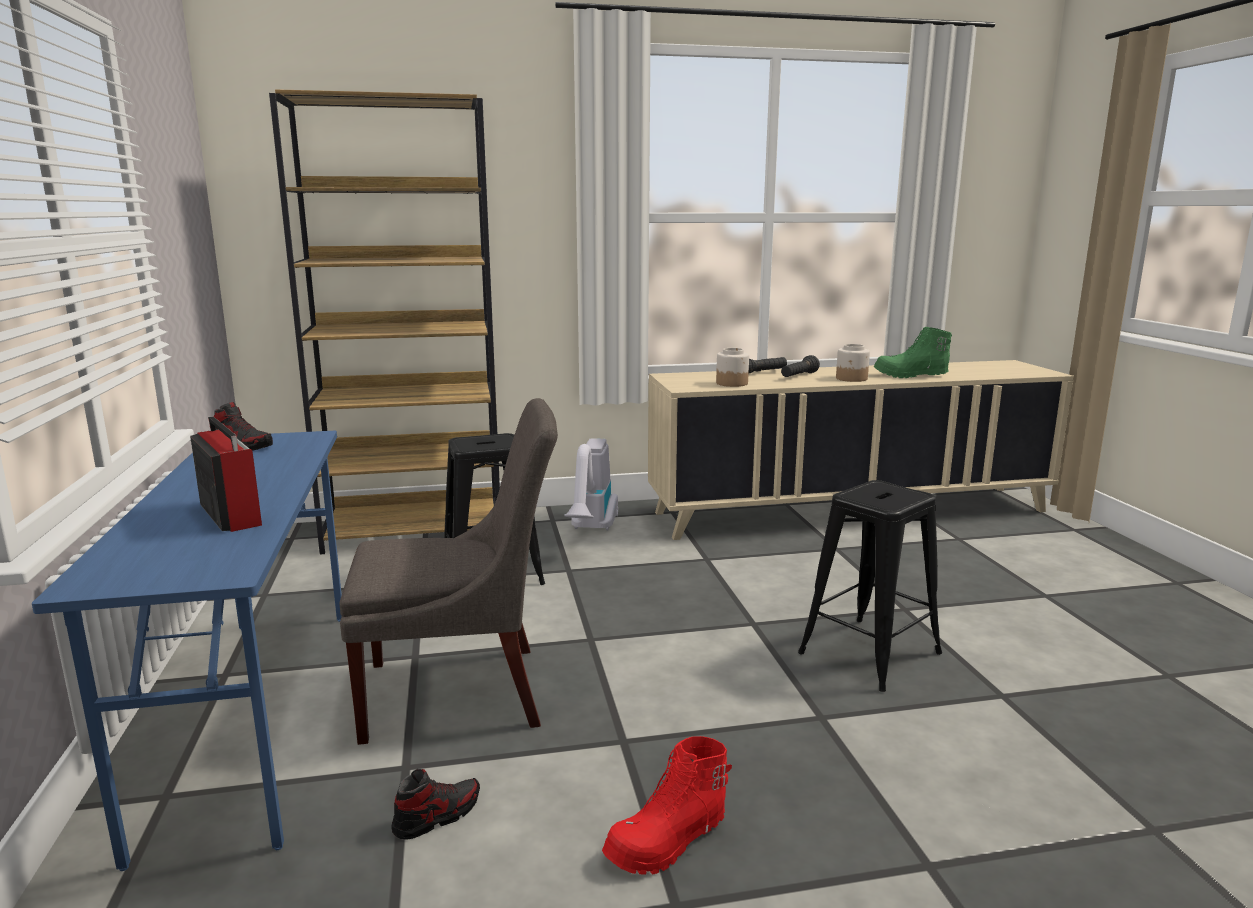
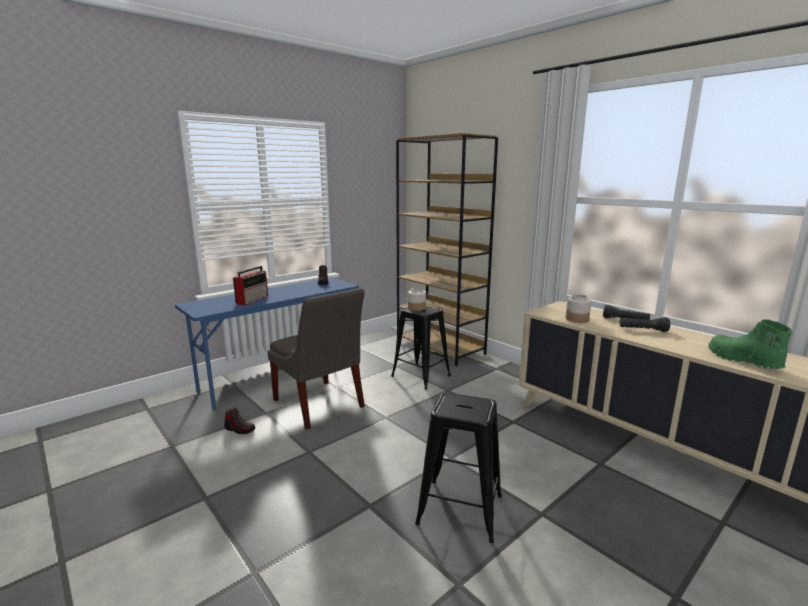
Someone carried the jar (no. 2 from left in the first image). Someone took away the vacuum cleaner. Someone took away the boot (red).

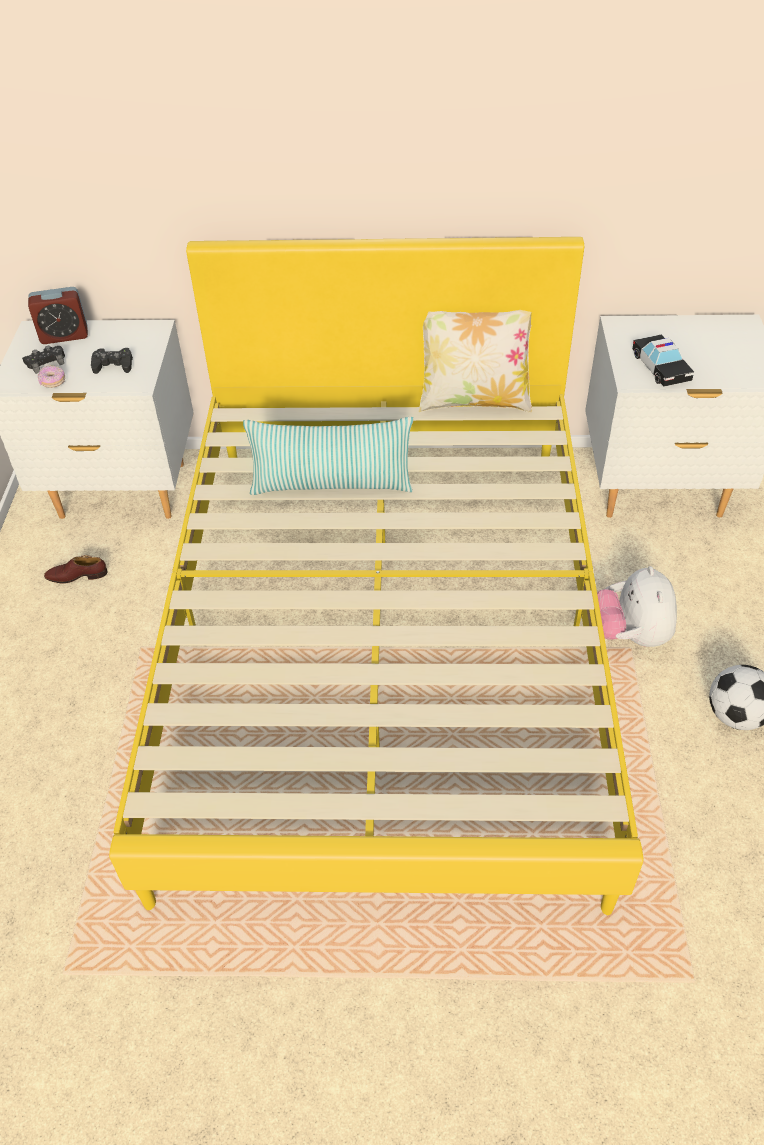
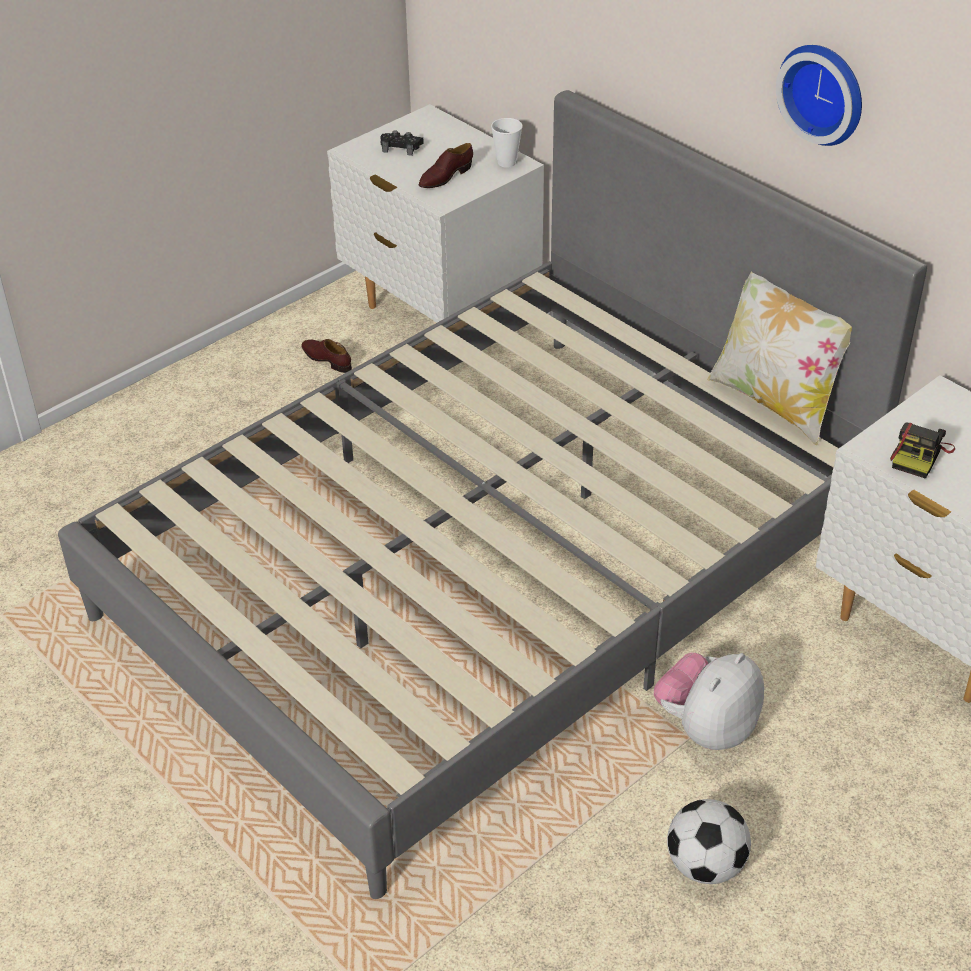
Someone repainted the bed (yellow), which became the bed (grey). Someone swapped the game controller (black) (no. 2 from left) for the shoe (brown) (no. 2 from left). Someone put down the cup. Someone put up the wall clock. Someone swapped the toy car for the photo camera. Someone took away the alarm clock. Someone took away the donut. Someone took away the pillow (no. 1 from left).

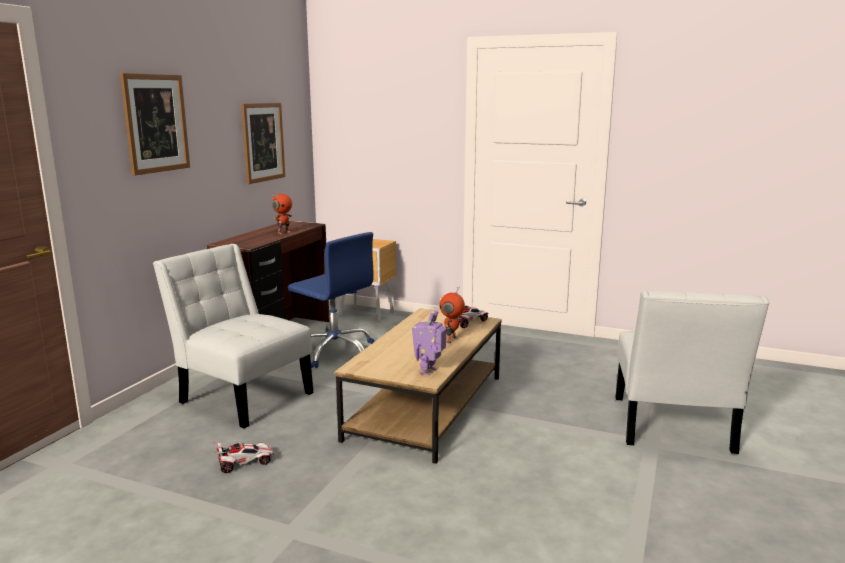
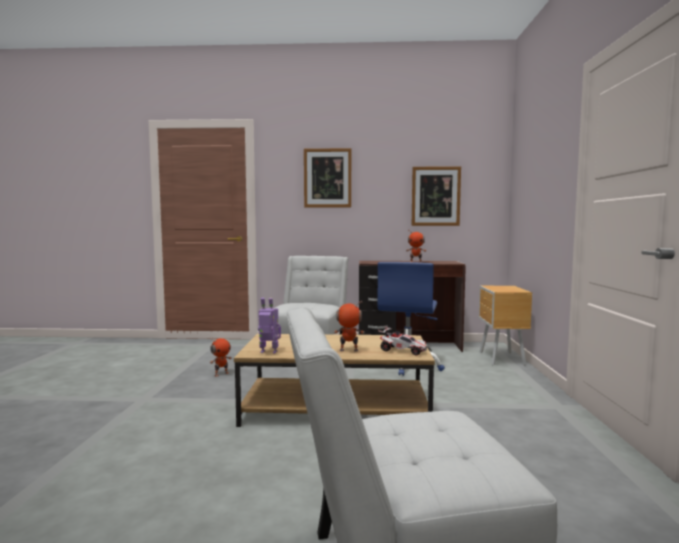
Someone swapped the toy car (no. 1 from left) for the toy robot (no. 1 from left).

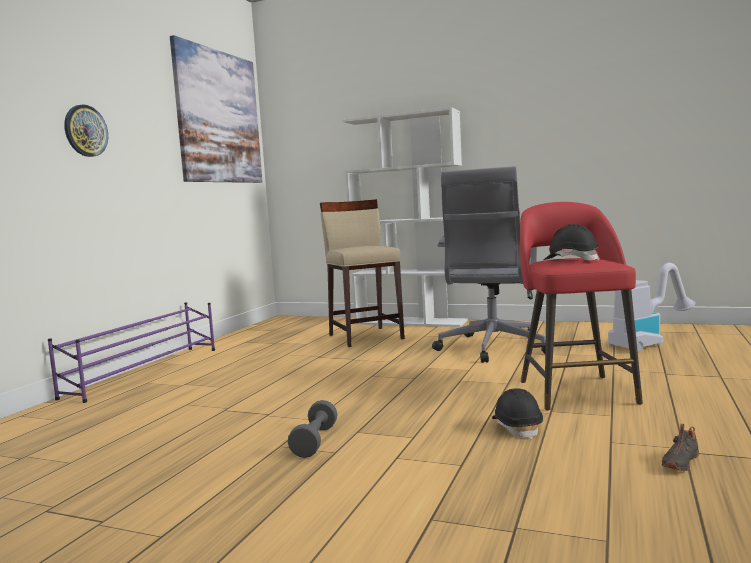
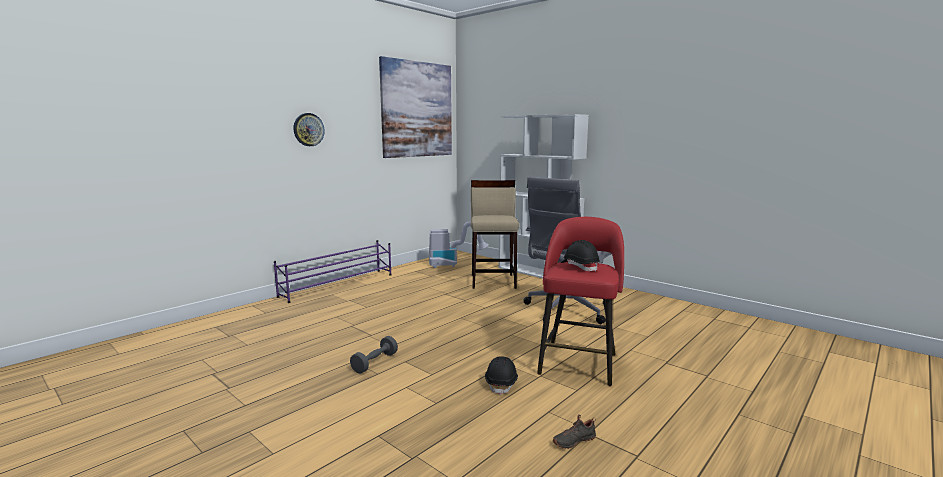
Someone carried the vacuum cleaner.

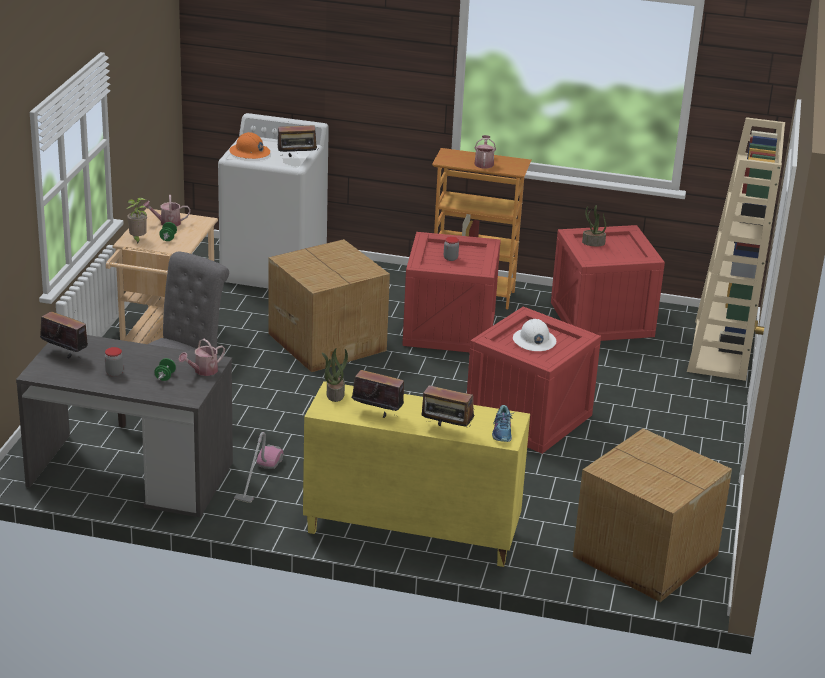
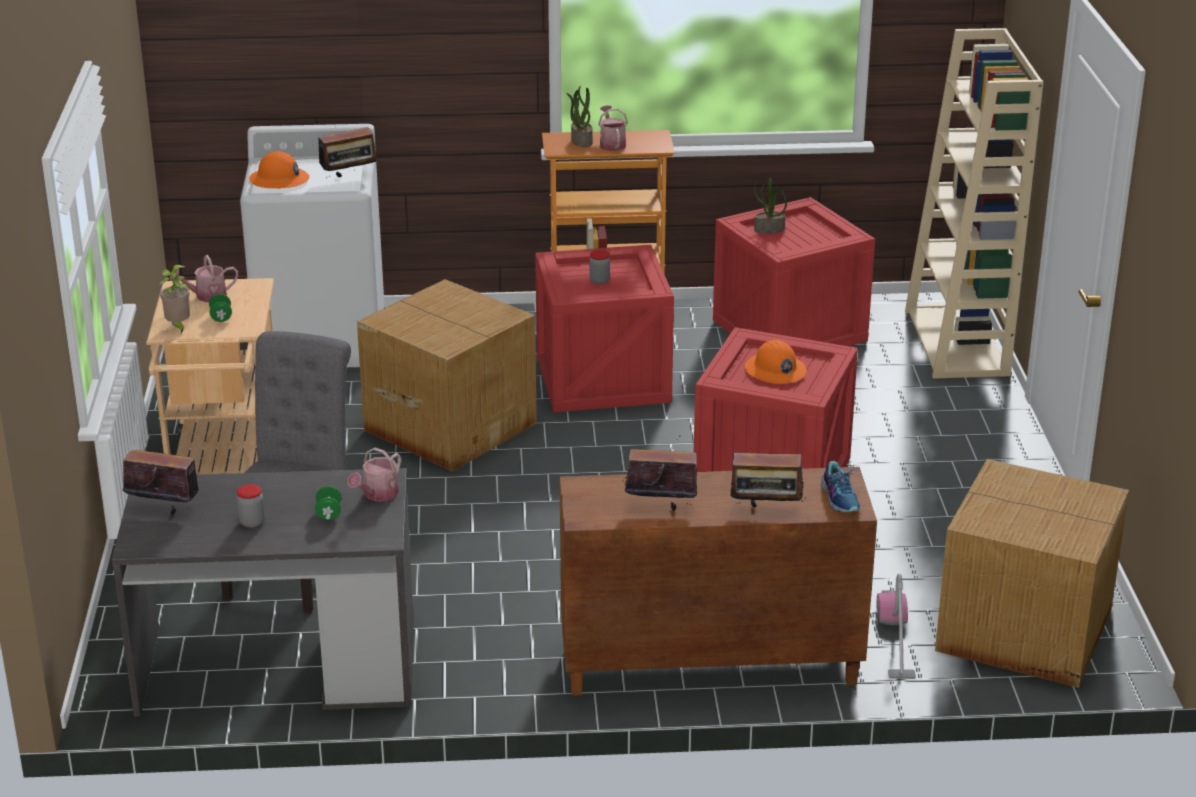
Someone repainted the cabinet (yellow), which became the cabinet (brown). Someone carried the potted plant (no. 2 from left). Someone repainted the hard hat (white), which became the hard hat (orange) (no. 2 from left). Someone carried the vacuum cleaner.

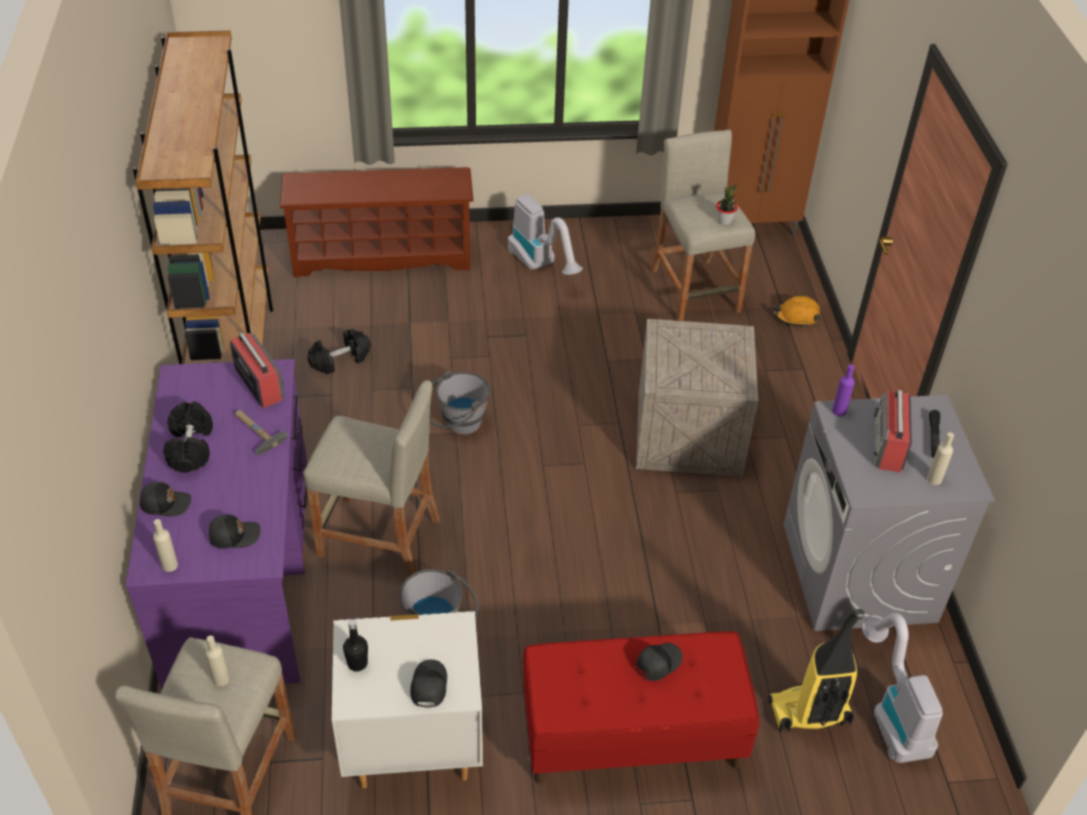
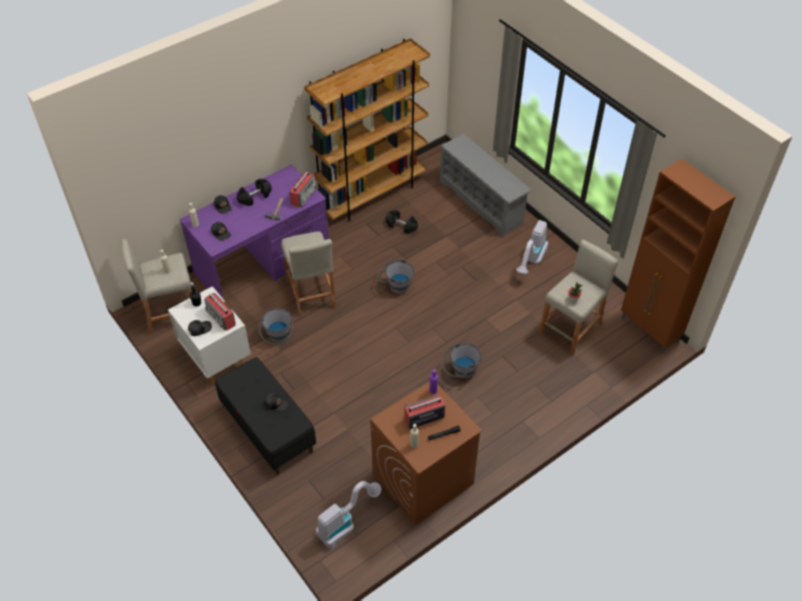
Someone put down the radio (no. 1 from left). Someone repainted the bench (red), which became the bench (black). Someone repainted the washing machine (grey), which became the washing machine (brown). Someone repainted the shoe rack (brown), which became the shoe rack (grey). Someone swapped the crate for the bucket (grey) (no. 3 from left). Someone took away the vacuum cleaner (no. 2 from left). Someone took away the hard hat (orange).

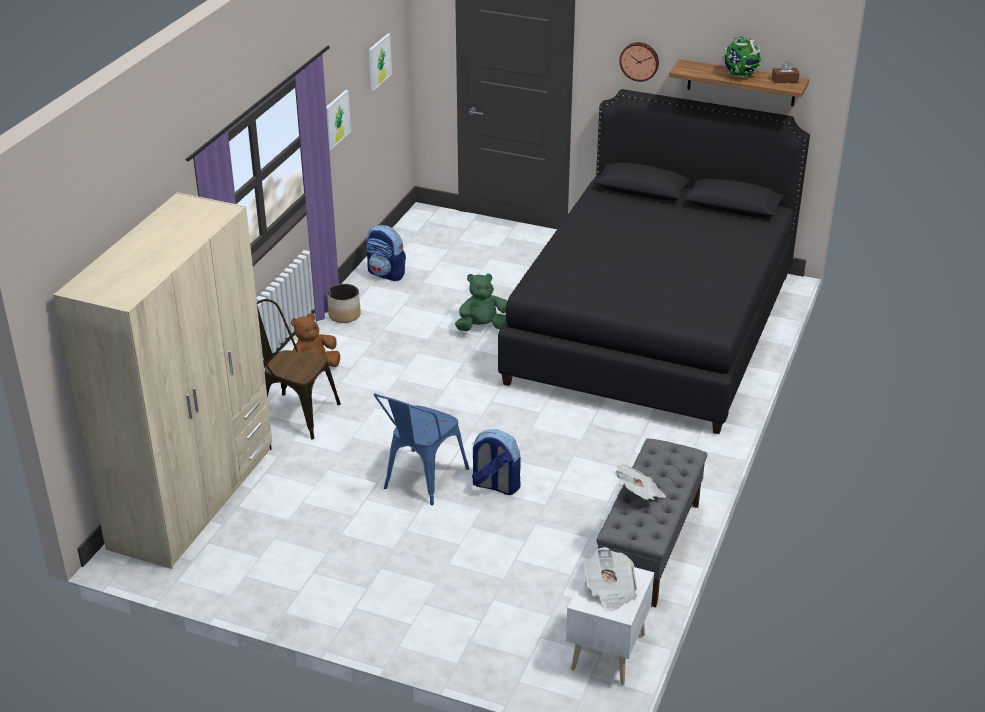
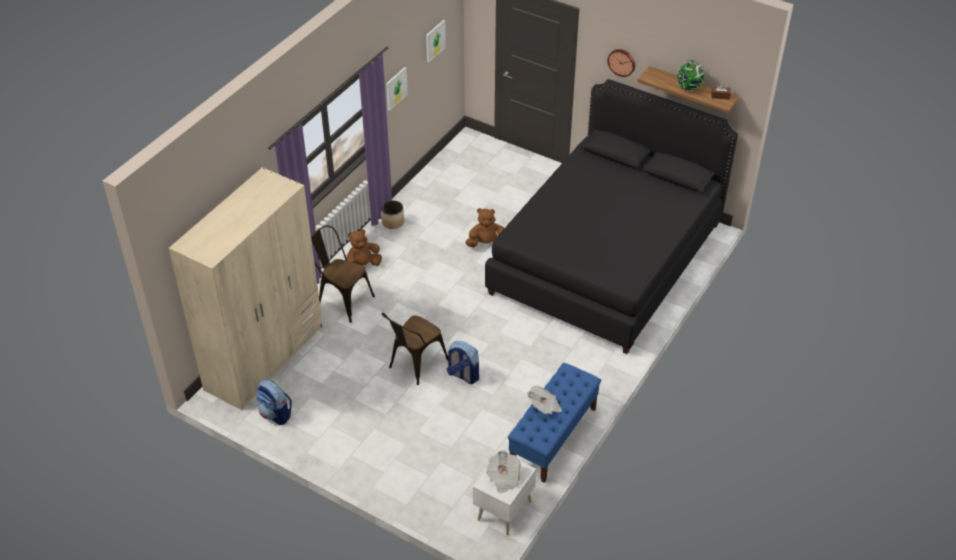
Someone carried the backpack (no. 1 from left). Someone repainted the chair (blue), which became the chair (brown) (no. 2 from left). Someone repainted the plush toy (green), which became the plush toy (brown) (no. 2 from left). Someone repainted the bench (grey), which became the bench (blue).

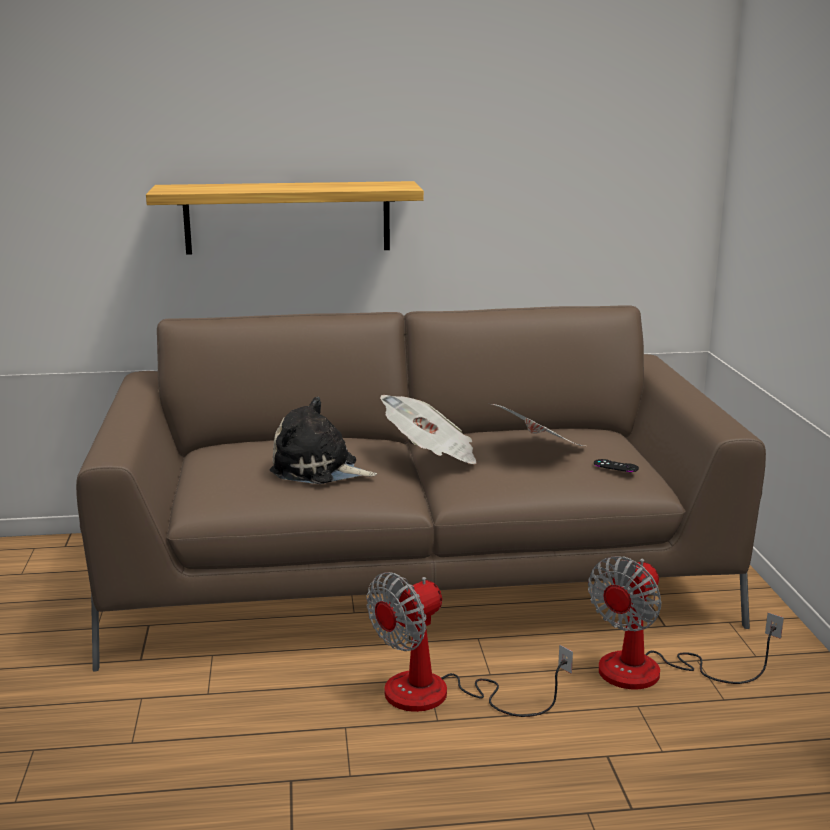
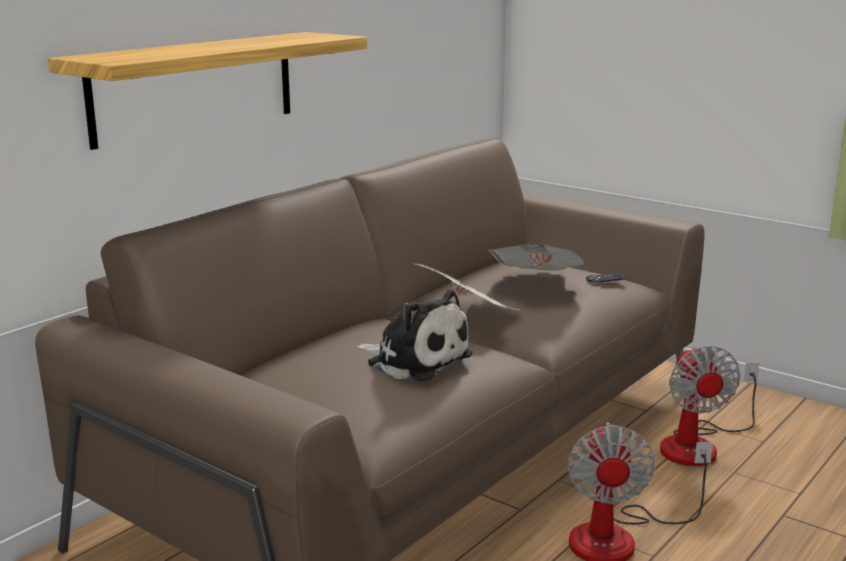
Someone rotated the plush toy by 120 degrees counterclockwise.

